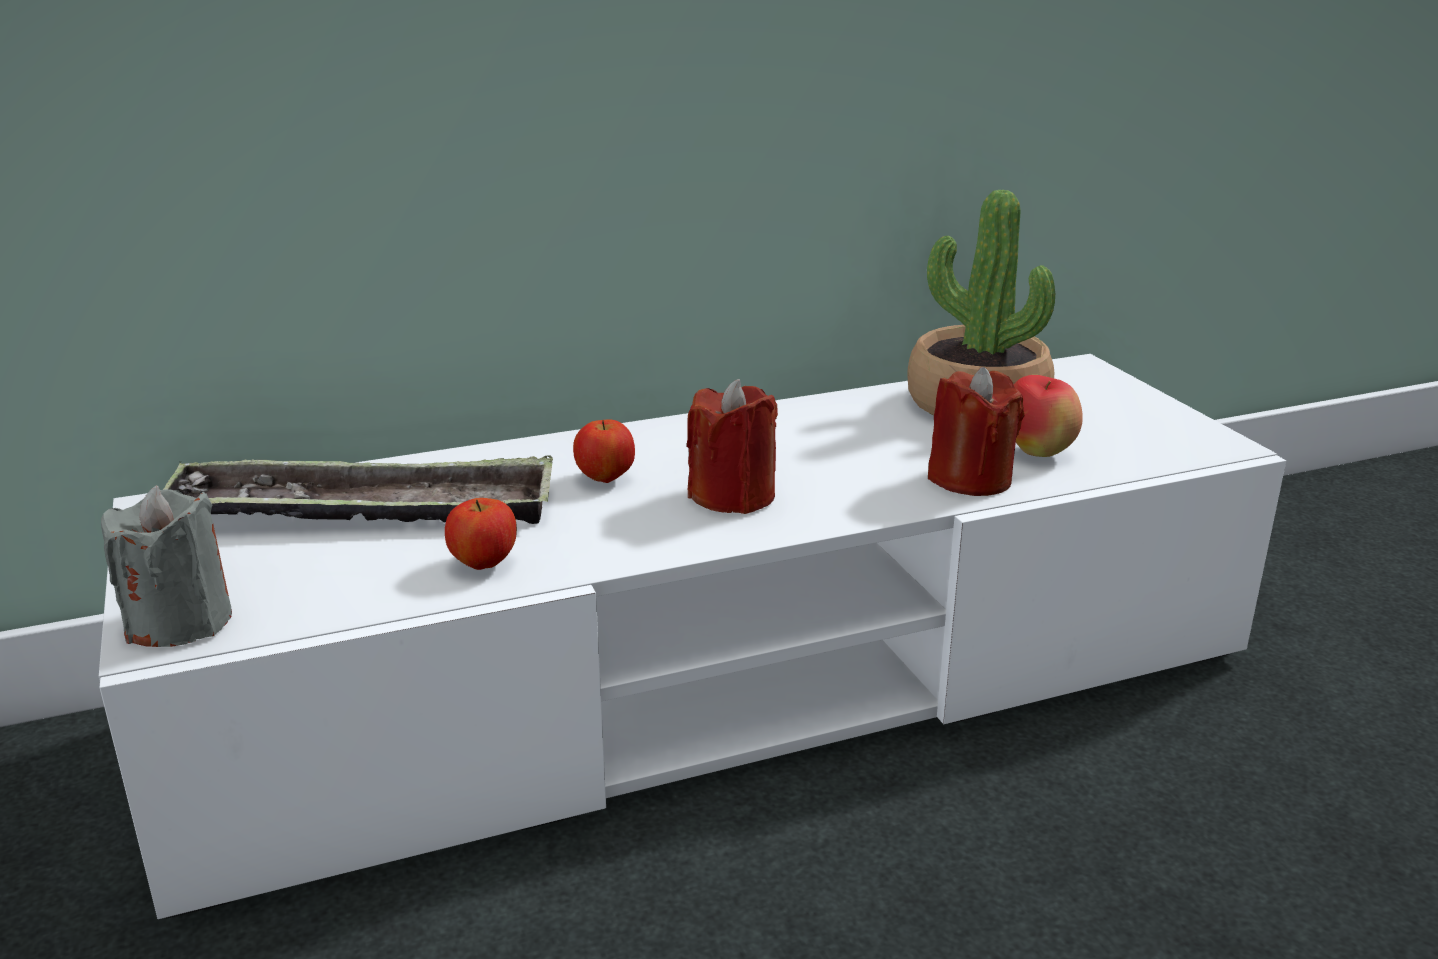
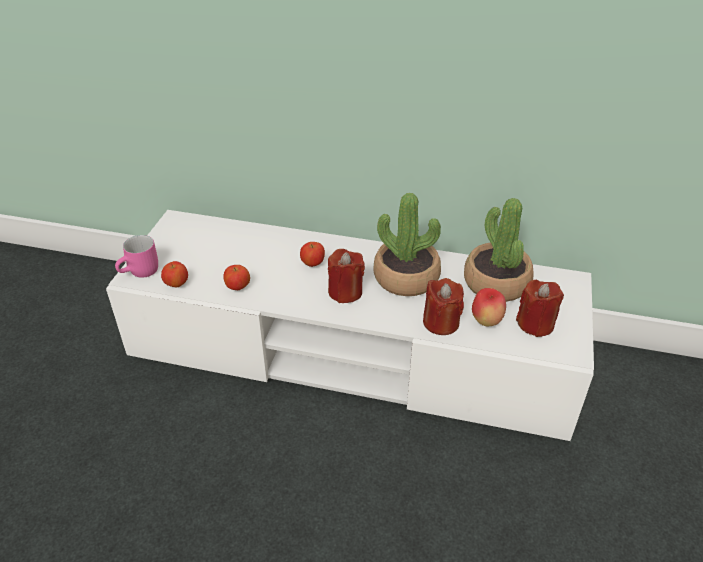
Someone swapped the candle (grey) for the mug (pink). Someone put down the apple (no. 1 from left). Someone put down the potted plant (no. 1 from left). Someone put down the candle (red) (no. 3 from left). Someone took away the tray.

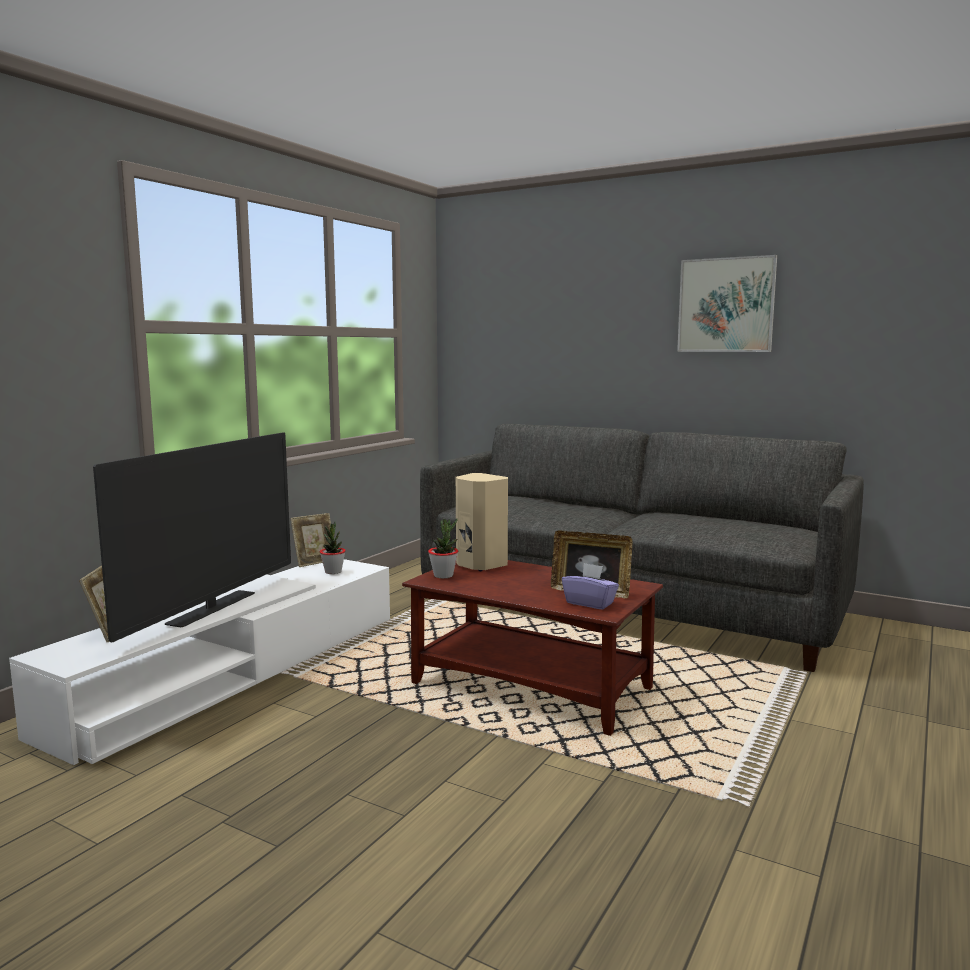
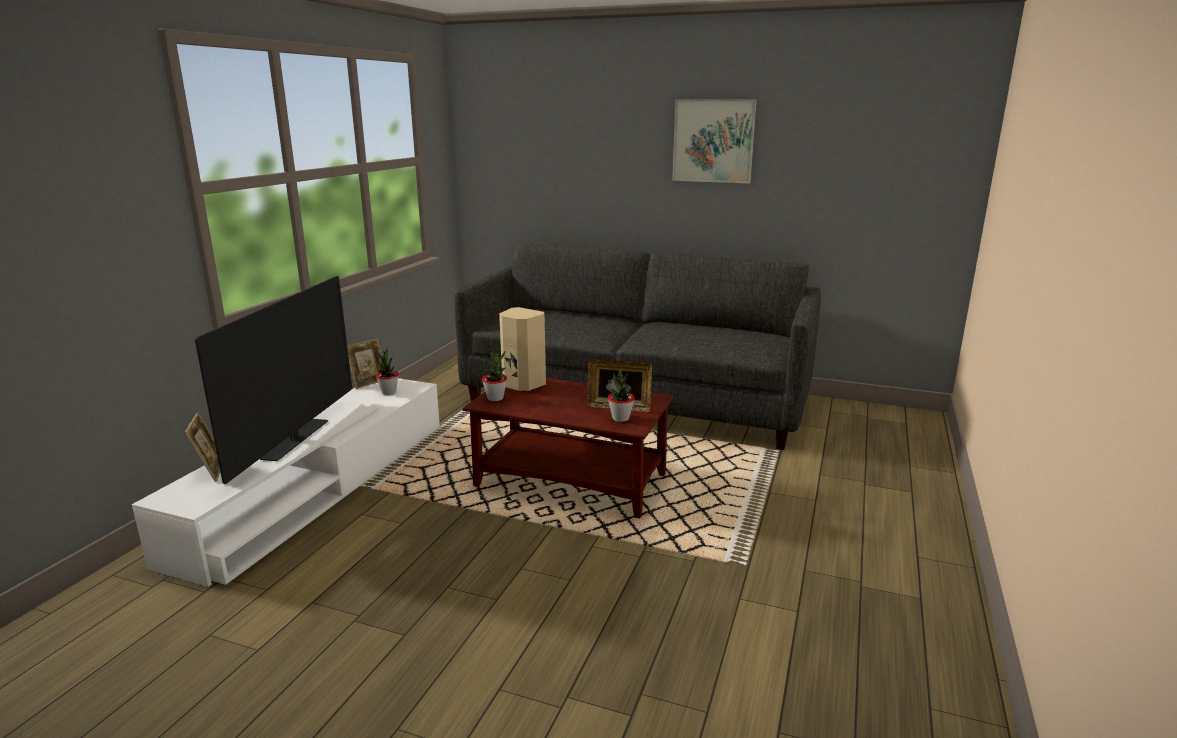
Someone swapped the tissue box (purple) for the potted plant (no. 3 from left).

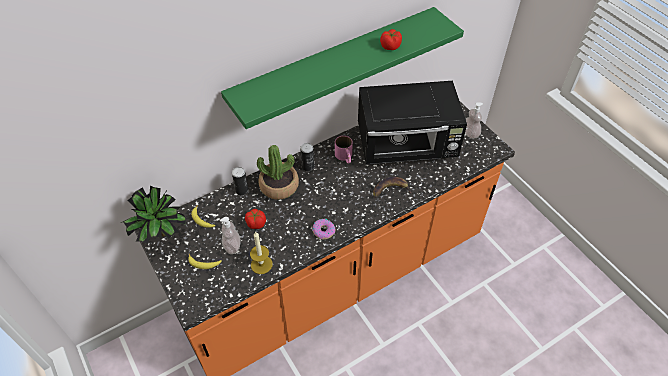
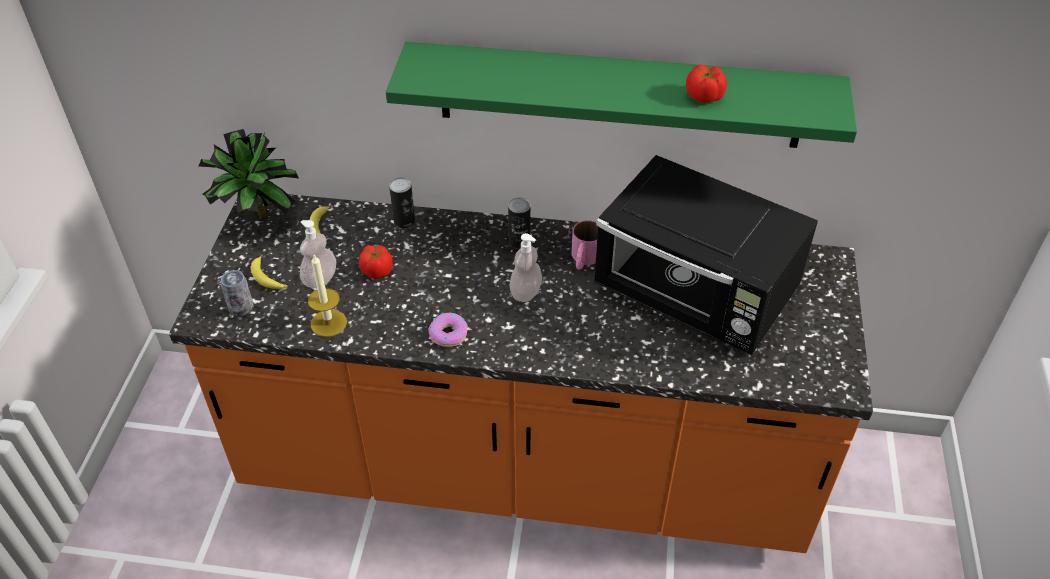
Someone put down the can (no. 1 from left). Someone carried the soap dispenser (no. 2 from left). Someone took away the potted plant (no. 2 from left). Someone took away the banana (no. 3 from left).

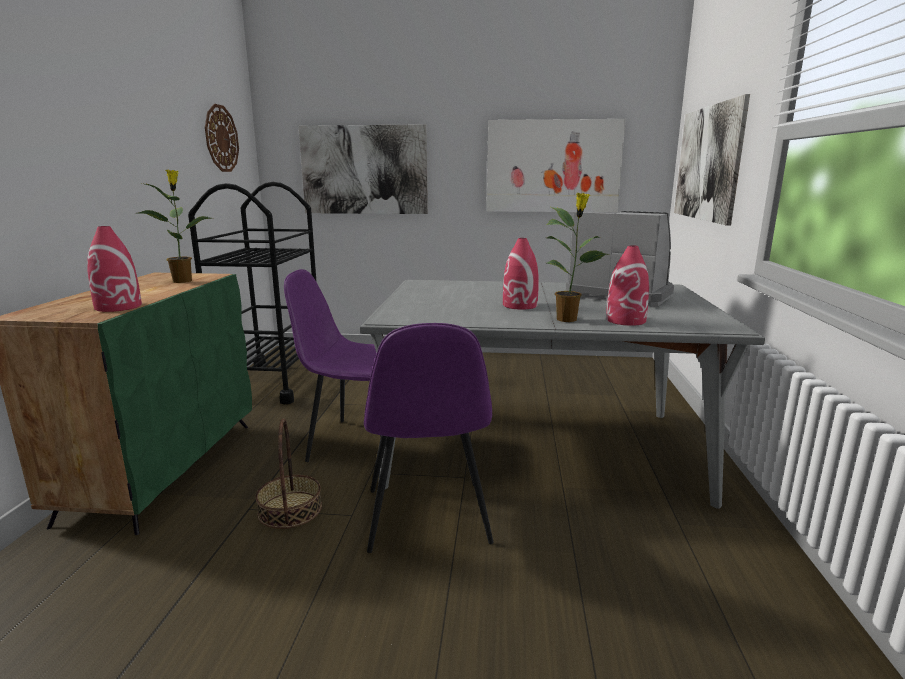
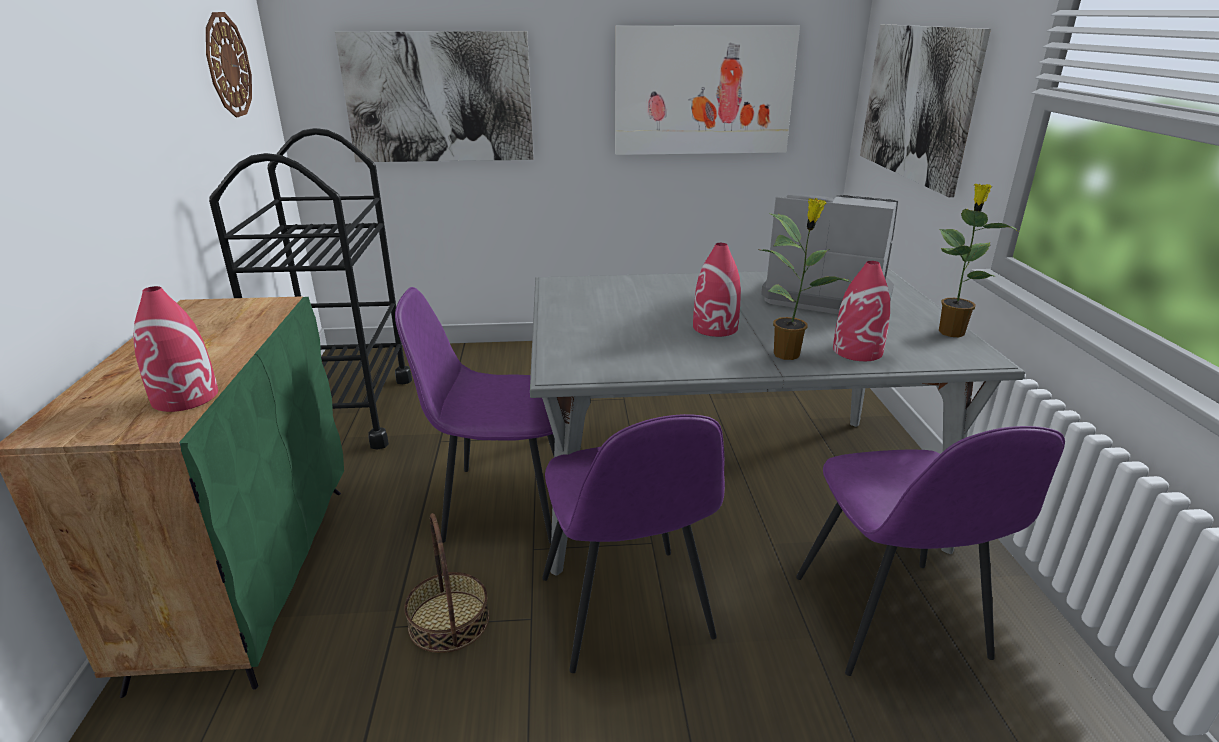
Someone put down the chair (purple) (no. 3 from left). Someone carried the potted plant (no. 1 from left in the first image).

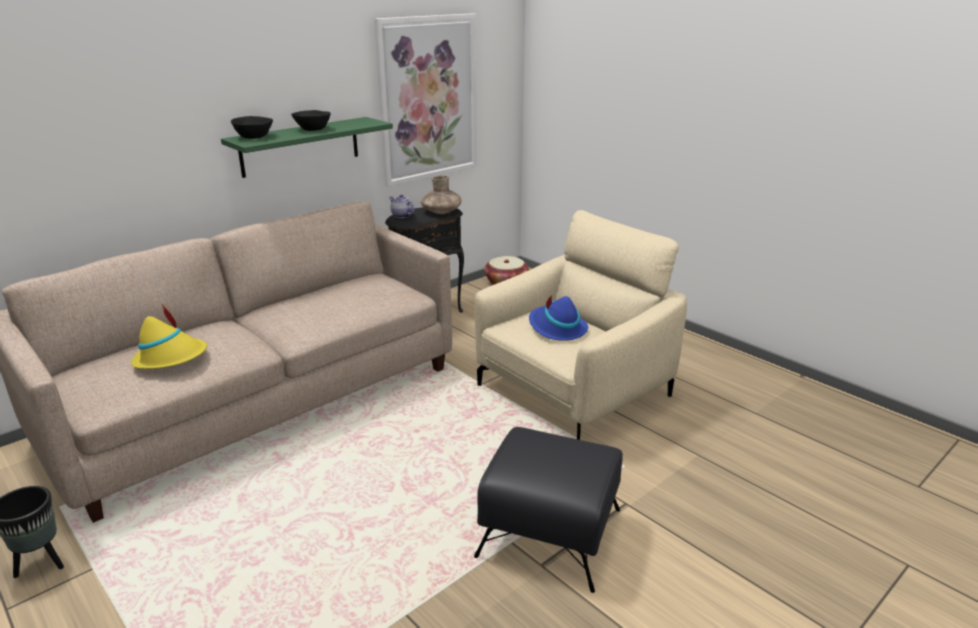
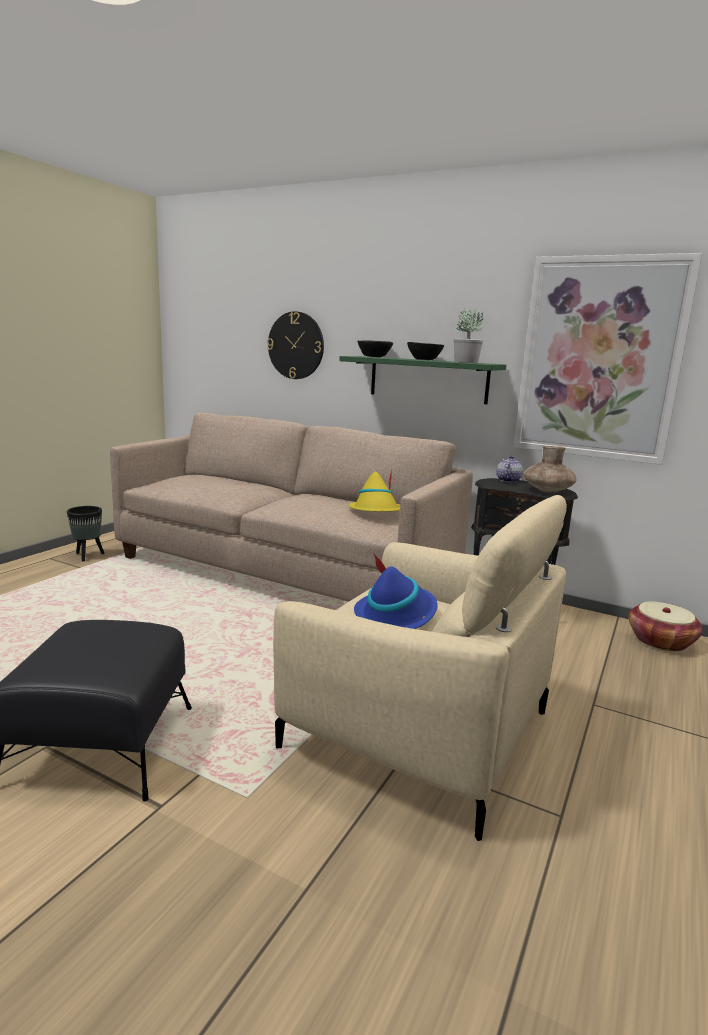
Someone put up the wall clock. Someone carried the hat (yellow). Someone put down the potted plant.

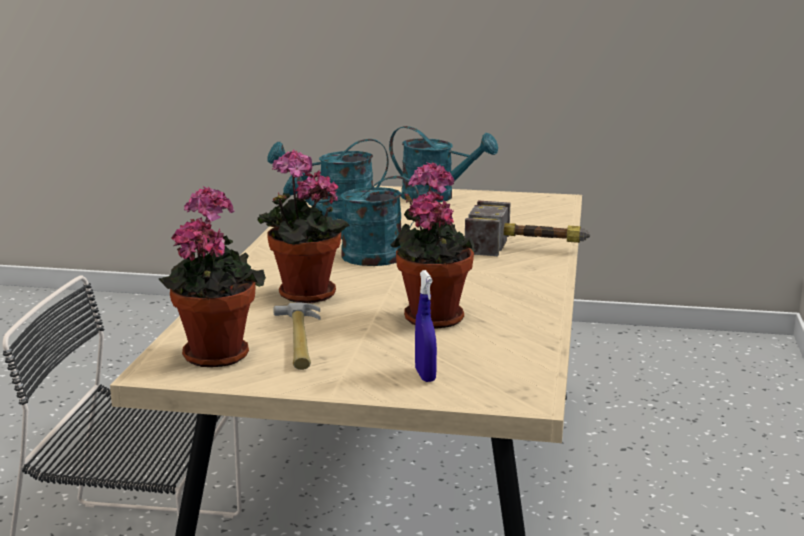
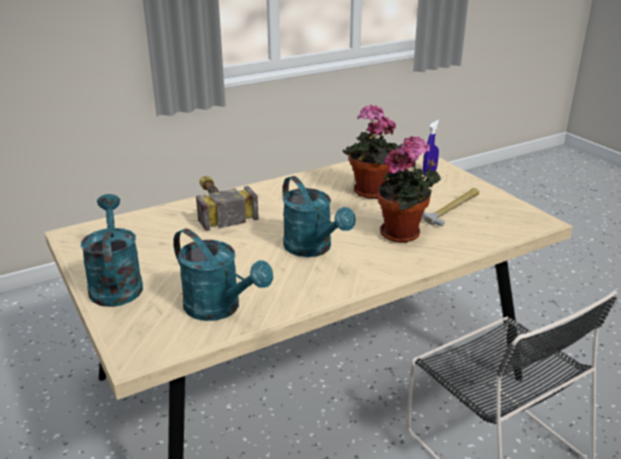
Someone took away the potted plant (no. 1 from left).

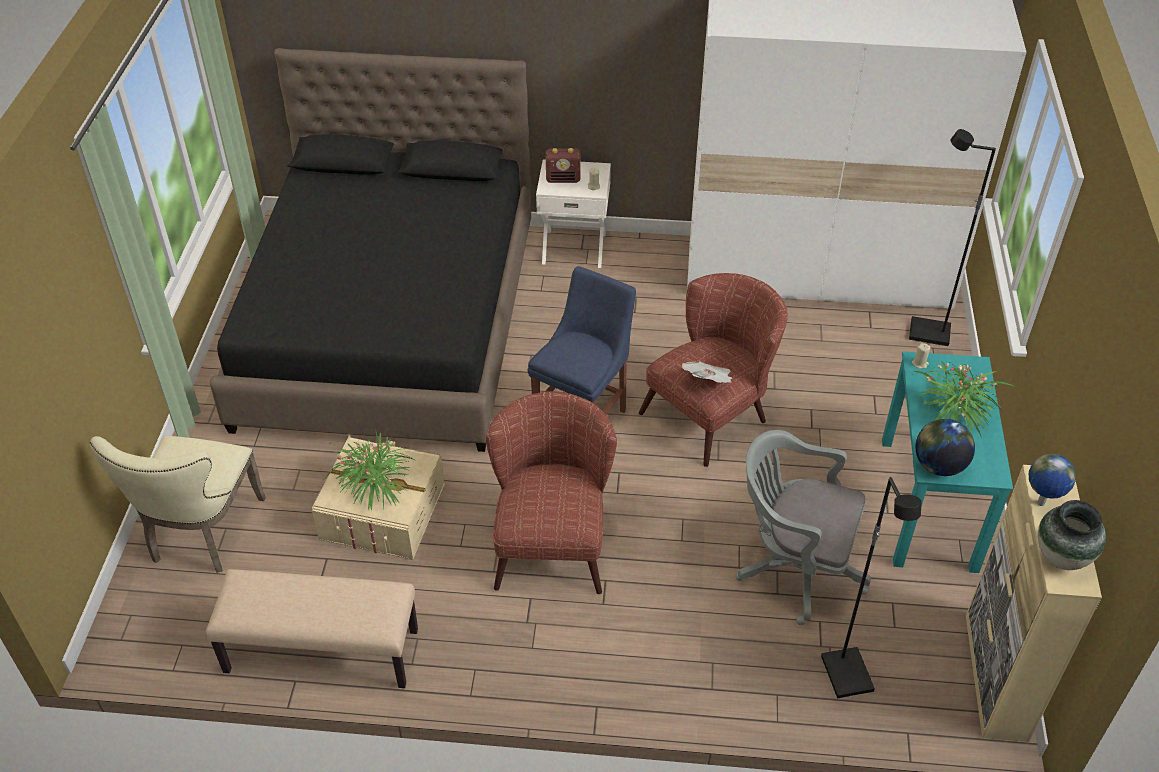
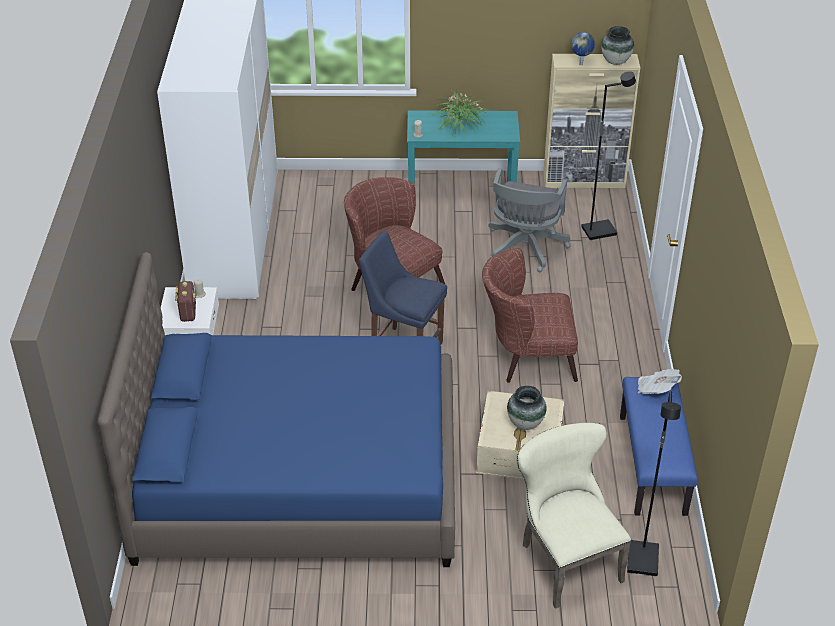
Someone repainted the bed (black), which became the bed (blue). Someone swapped the potted plant (no. 1 from left) for the vase (no. 1 from left). Someone rotated the chair (beige) by 120 degrees counterclockwise. Someone repainted the bench (beige), which became the bench (blue). Someone carried the floor lamp (black) (no. 2 from left). Someone carried the newspaper. Someone took away the globe (no. 1 from left).

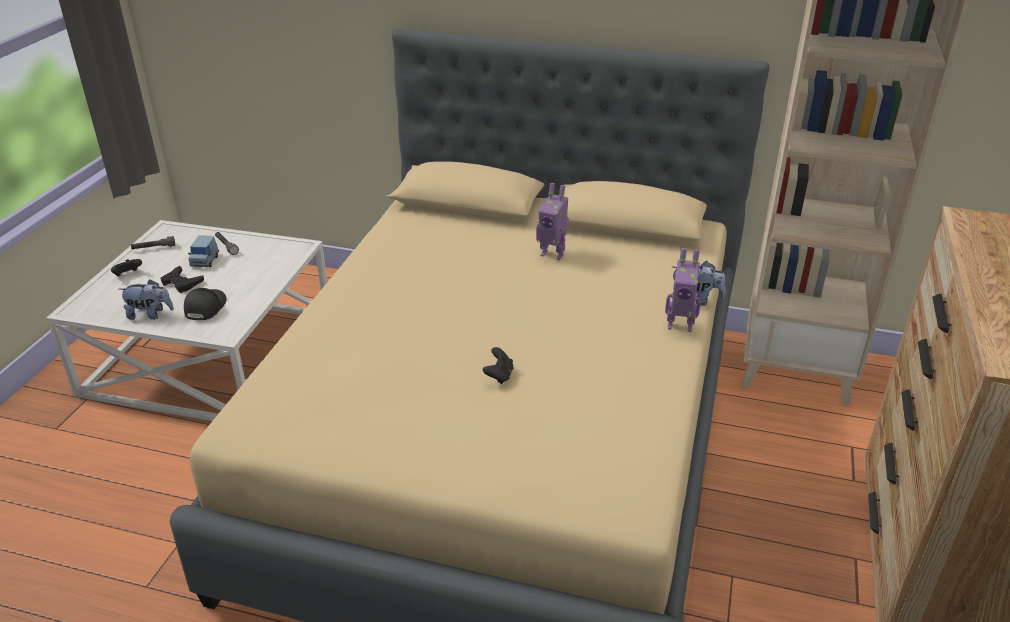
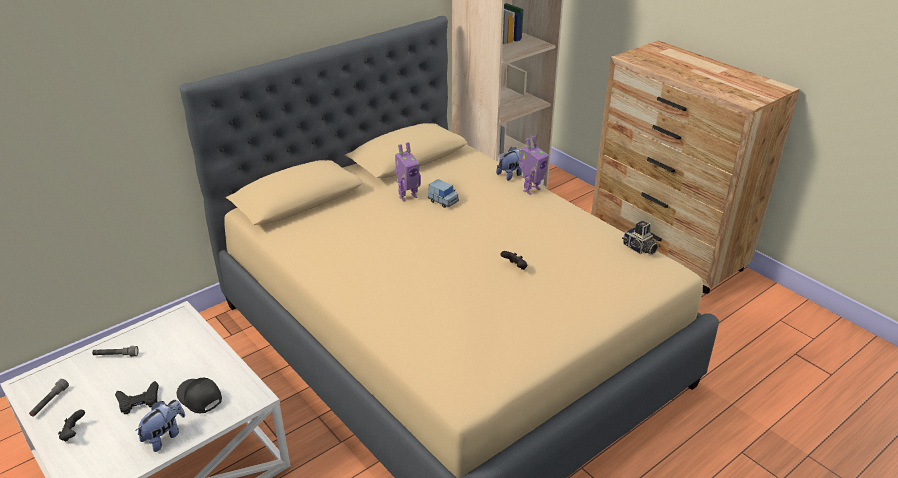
Someone carried the toy car (blue). Someone put down the photo camera.

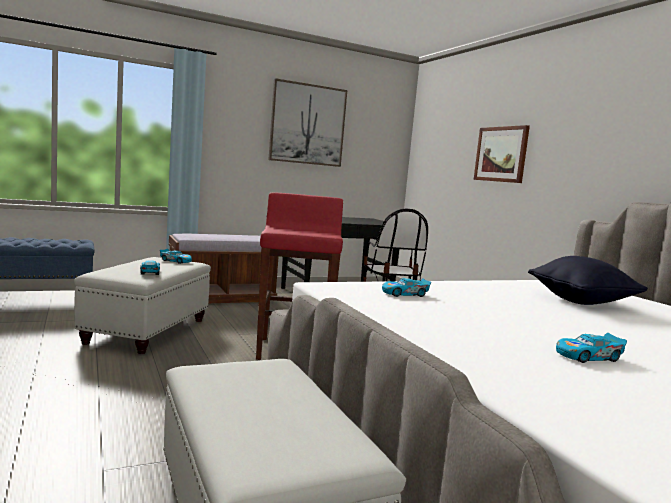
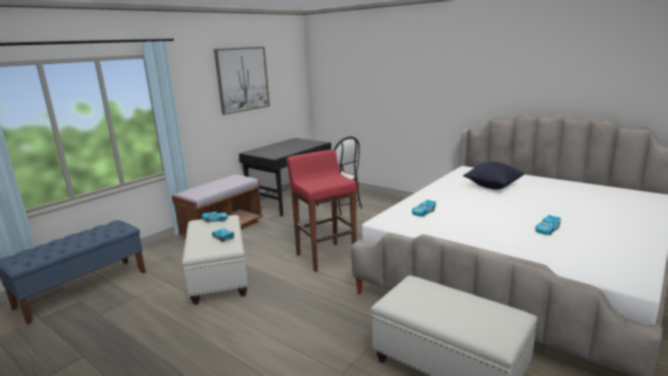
Someone took away the picture (no. 2 from left).

